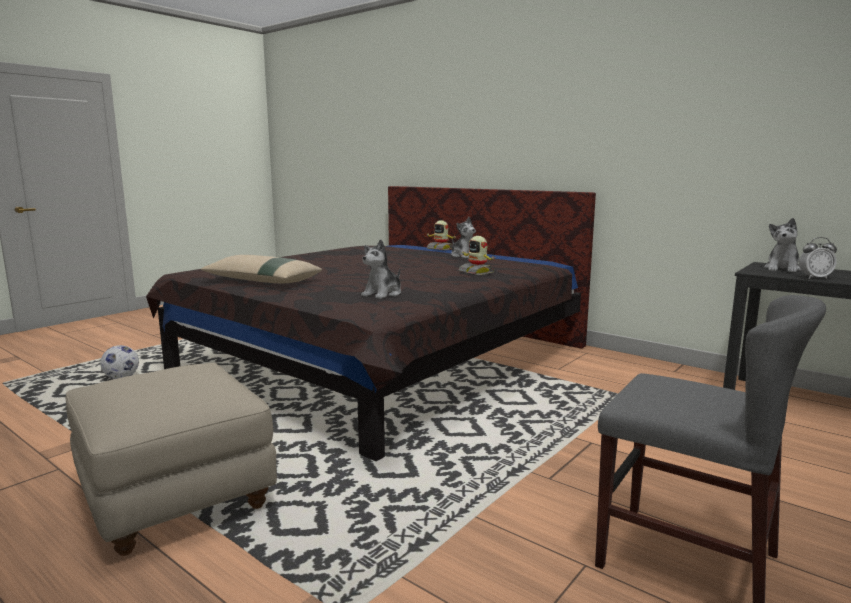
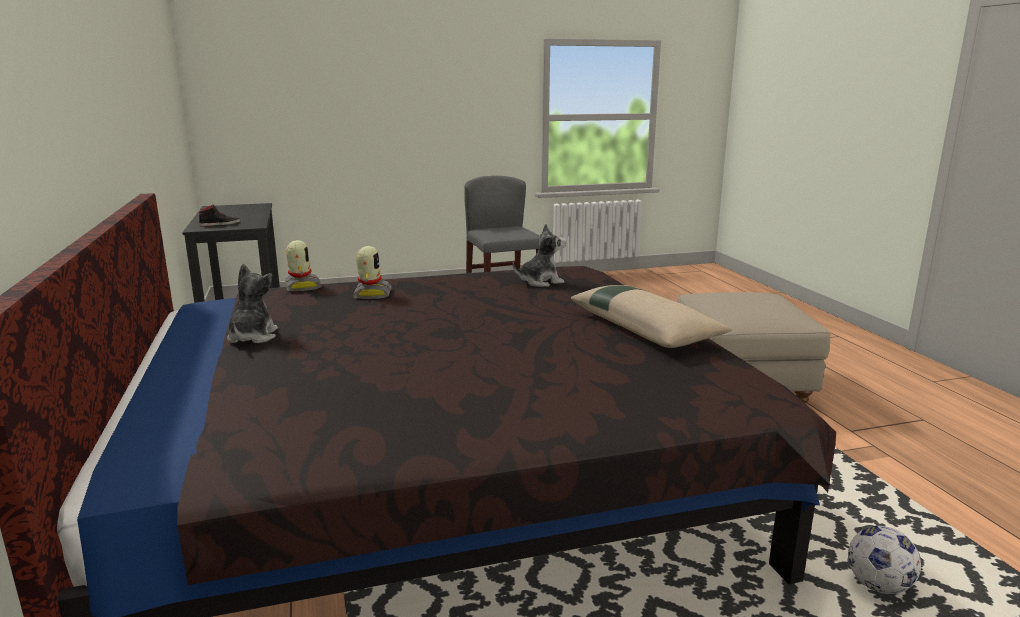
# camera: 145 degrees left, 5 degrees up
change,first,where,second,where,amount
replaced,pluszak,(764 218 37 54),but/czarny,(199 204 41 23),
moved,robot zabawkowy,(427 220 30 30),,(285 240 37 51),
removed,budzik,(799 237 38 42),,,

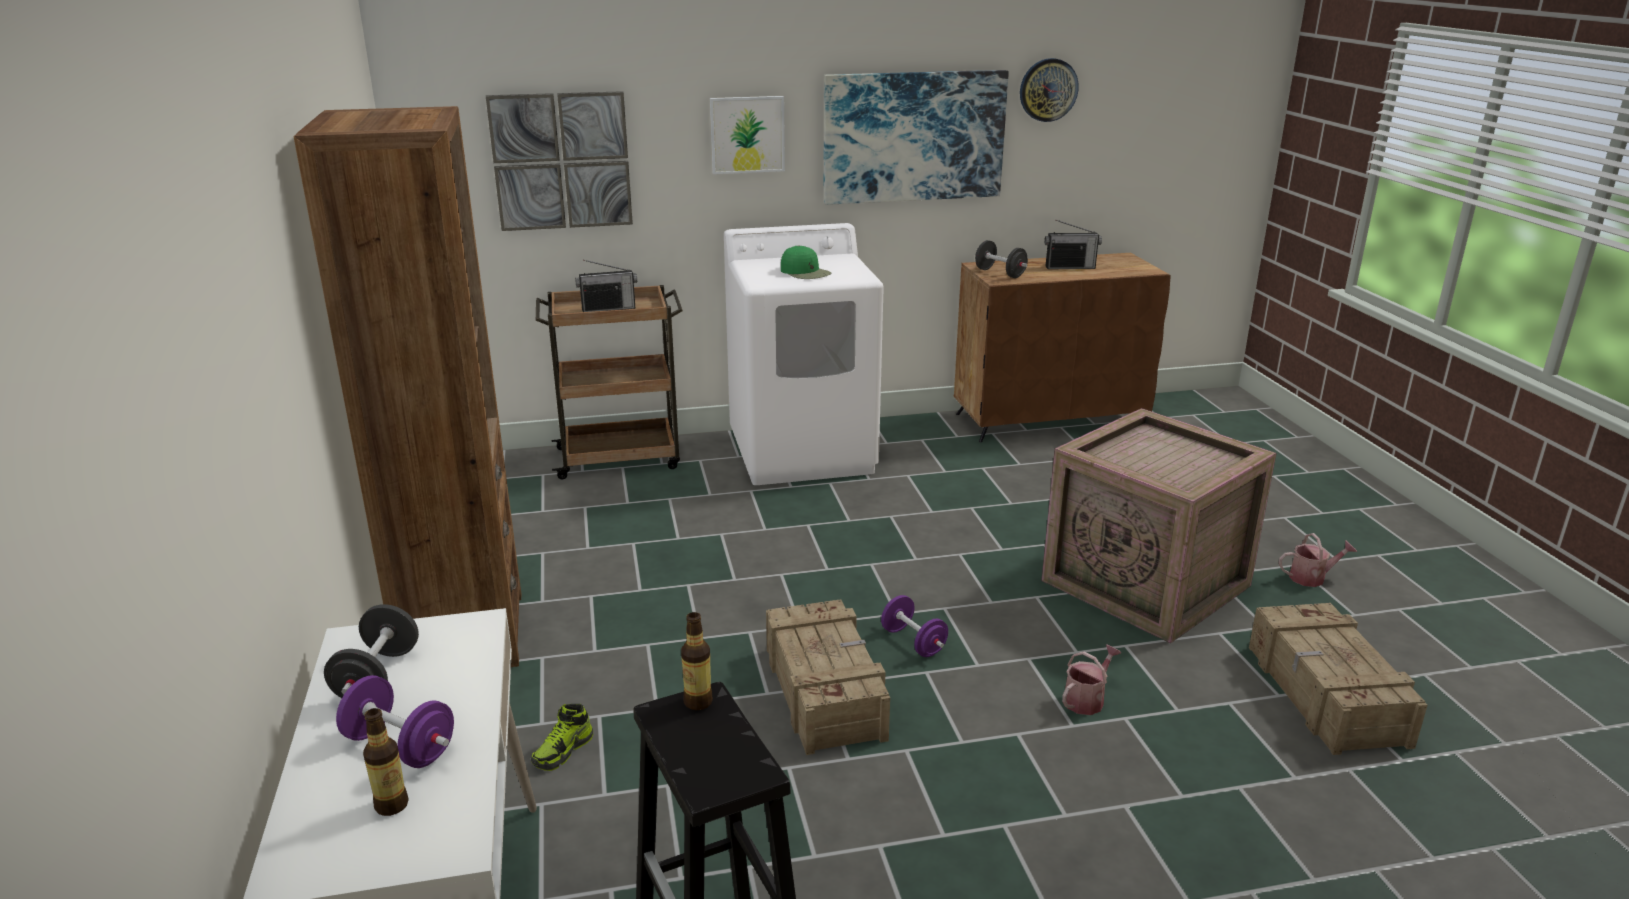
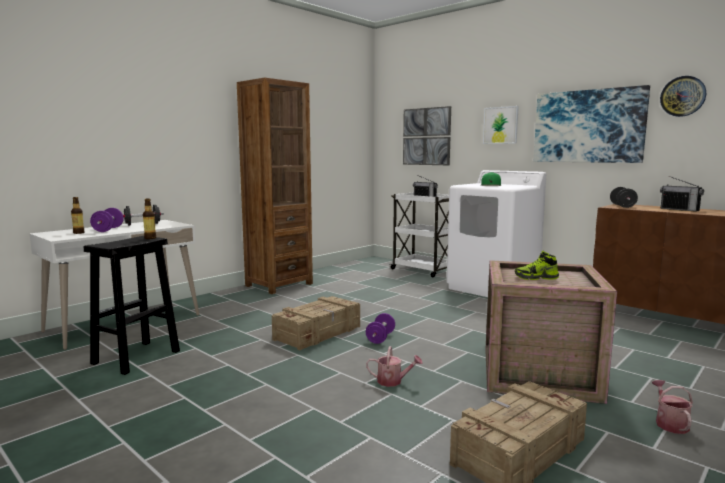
# camera: 55 degrees right, 15 degrees down
change,first,where,second,where,amount
recoloured,wózek/brązowy,(536 285 147 195),wózek/biały,(390 192 59 85),
turned,konewka,(1279 533 78 54),,(652 380 41 54),135 degrees counterclockwise
moved,but,(531 704 62 67),,(515 251 44 29),

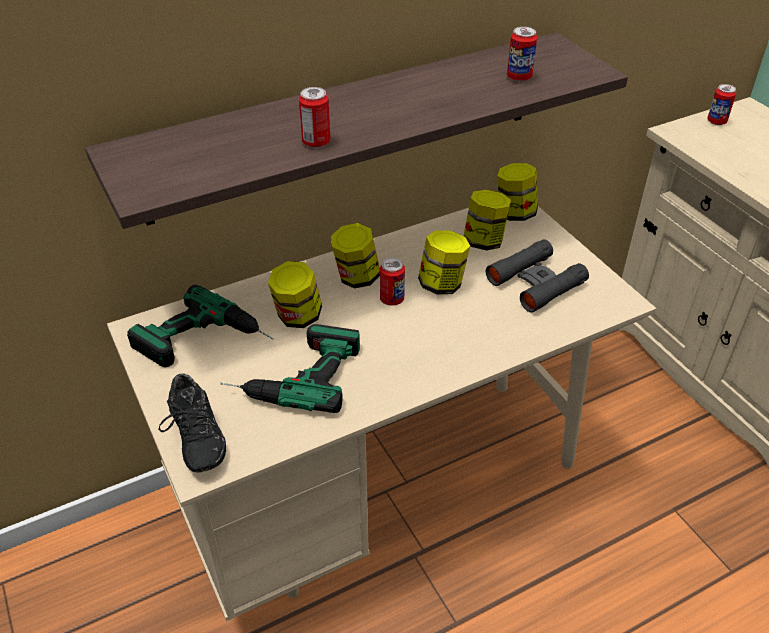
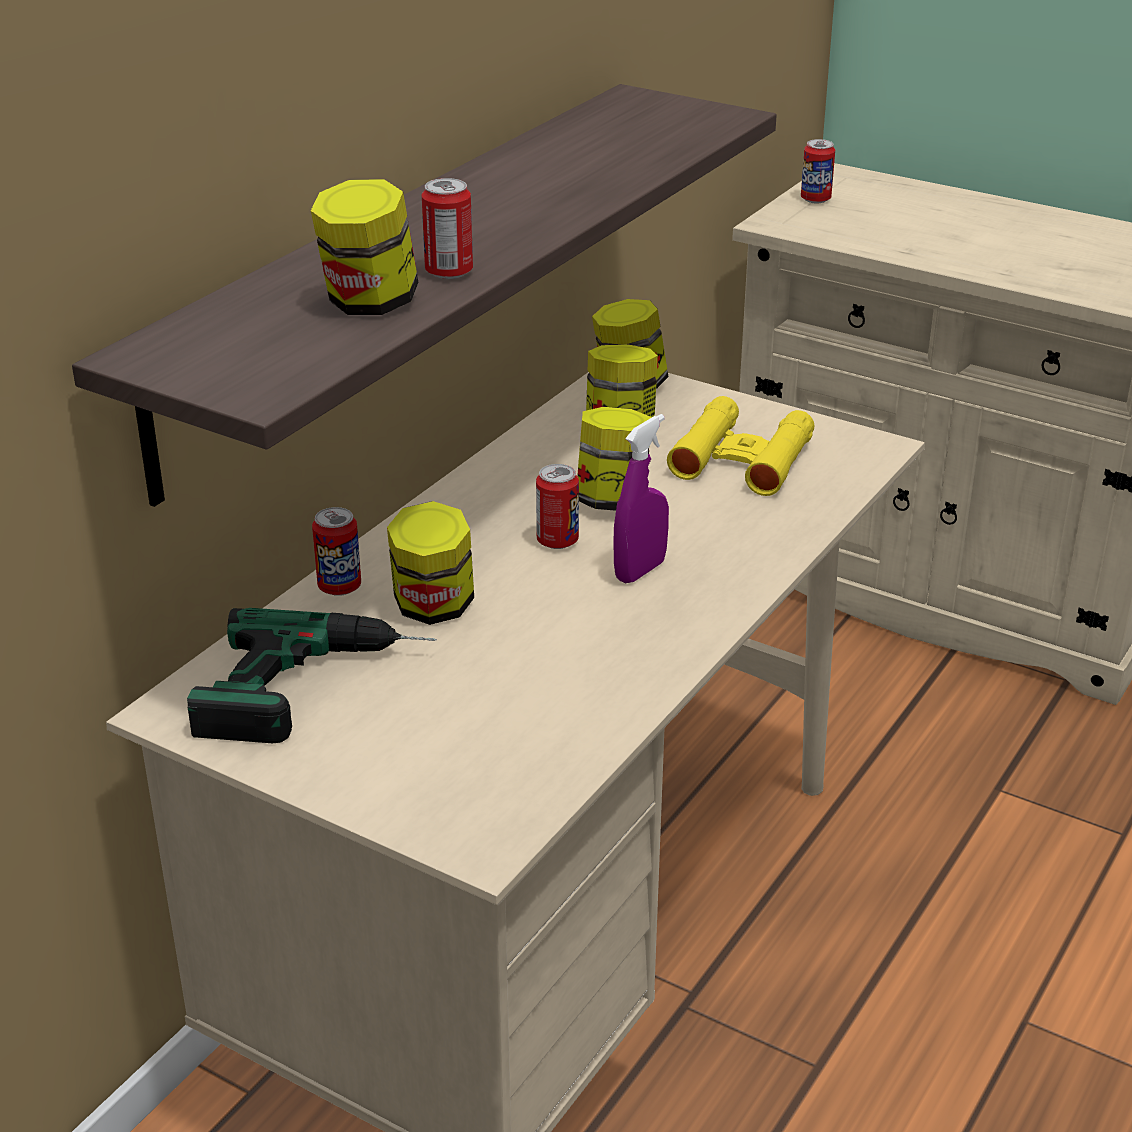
# camera: 30 degrees left, 10 degrees down
change,first,where,second,where,amount
moved,puszka,(507 27 30 55),,(312 507 49 89),
moved,słoik,(331 223 49 65),,(311 179 107 136),
recoloured,lornetka/czarny,(486 239 103 74),lornetka/żółty,(667 396 147 100),
removed,wiertarka,(220 324 140 89),,,
removed,but/czarny,(158 373 68 100),,,
added,,,spryskiwacz/fioletowy,(613 414 56 169),

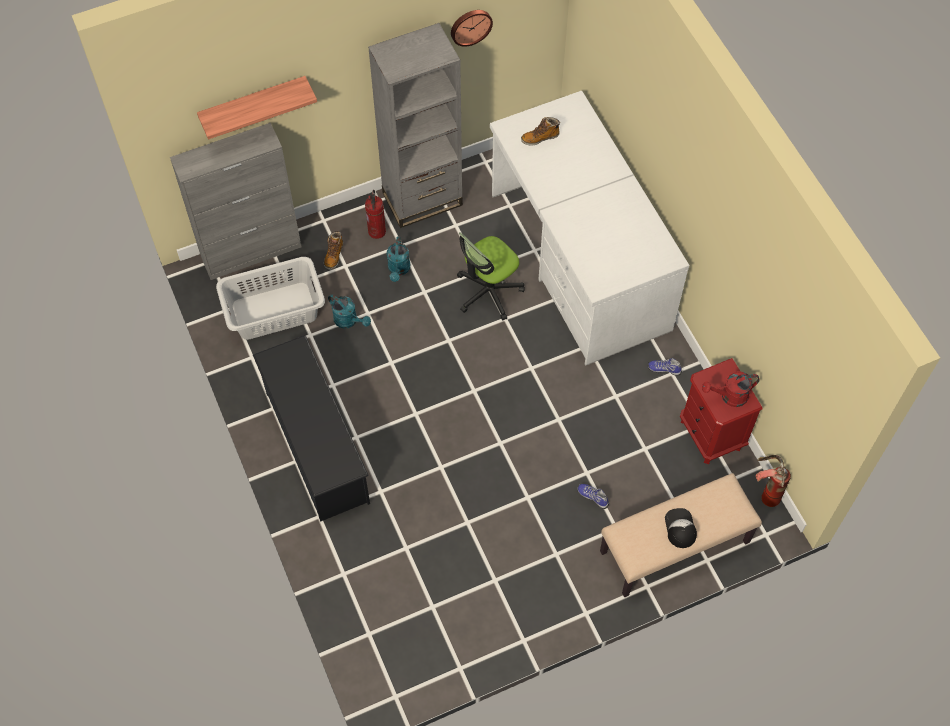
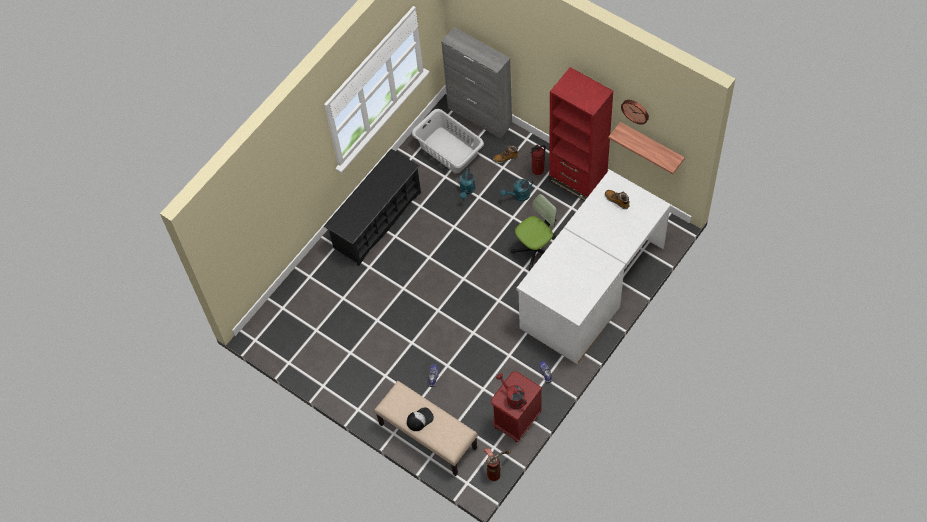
# camera: 65 degrees right, 0 degrees up
change,first,where,second,where,amount
recoloured,regał/szary,(368 23 95 205),regał/czerwony,(549 67 65 134),
moved,półka,(197 76 120 63),,(608 122 77 52),
turned,krzesło biurowe,(457 233 68 87),,(511 194 46 76),120 degrees clockwise

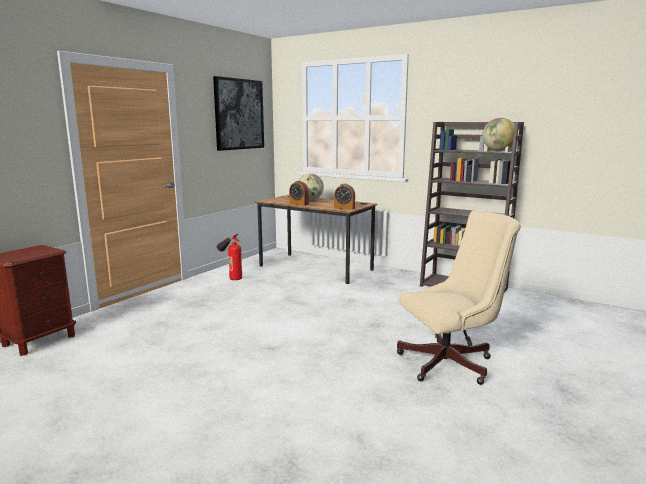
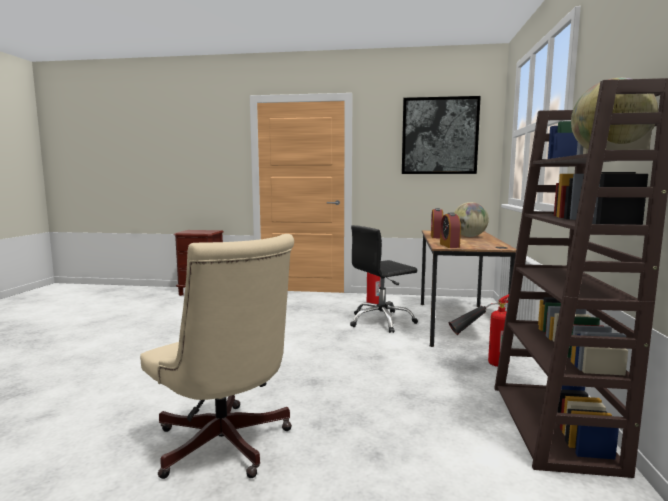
# camera: 65 degrees right, 5 degrees down
change,first,where,second,where,amount
added,,,krzesło biurowe/czarny,(350 225 68 108),
added,,,gaśnica,(448 294 61 73),

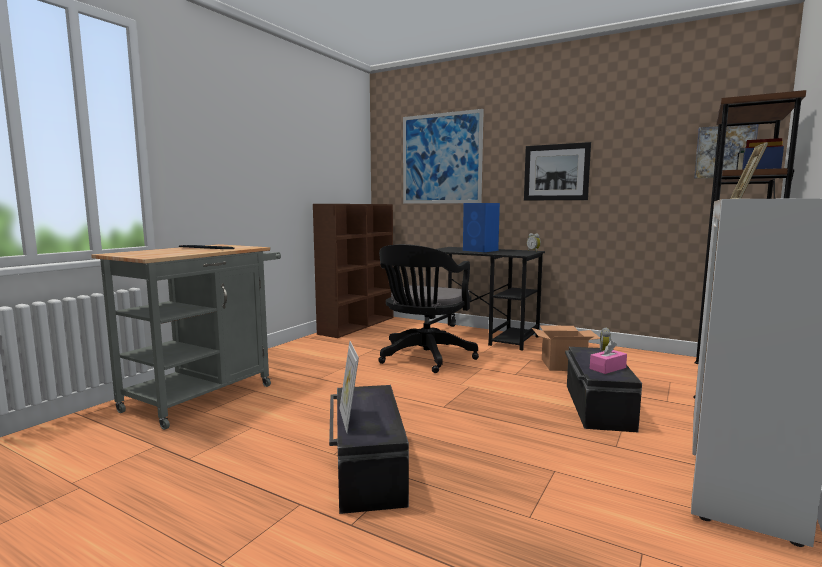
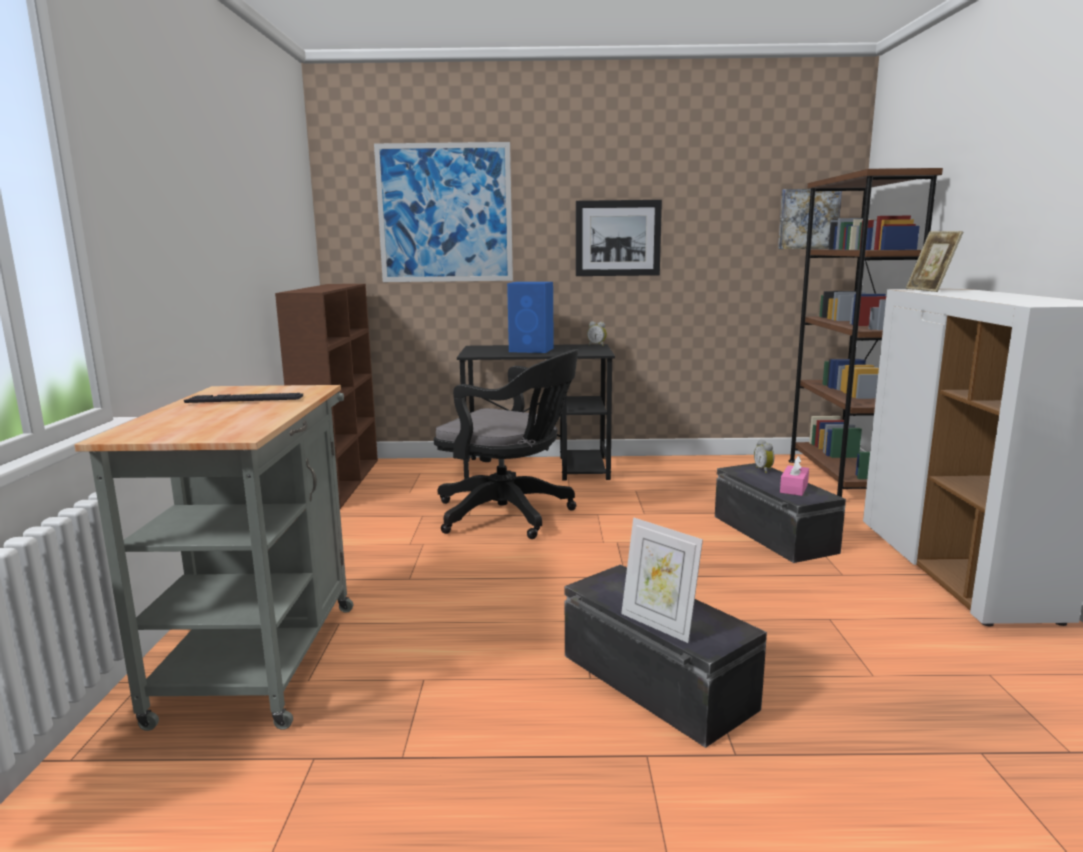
# camera: 30 degrees left, 5 degrees up
change,first,where,second,where,amount
turned,krzesło biurowe/czarny,(378 244 101 129),,(434 349 144 190),60 degrees counterclockwise
removed,karton,(532 325 68 46),,,

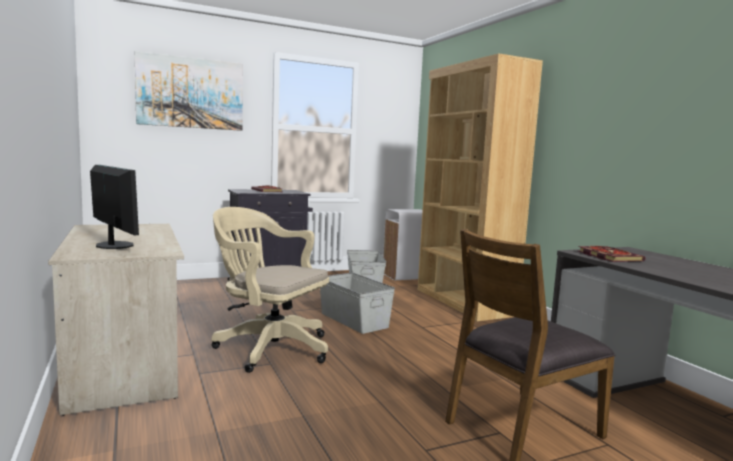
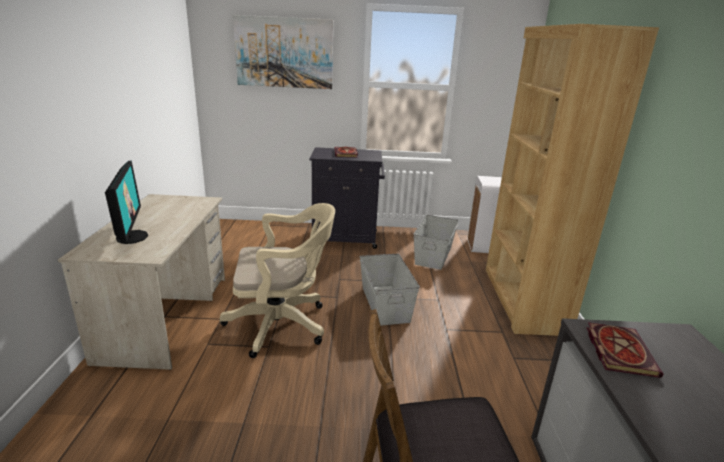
# camera: 25 degrees right, 15 degrees up
change,first,where,second,where,amount
turned,krzesło biurowe/beżowy,(212 207 117 166),,(220 203 115 155),120 degrees clockwise

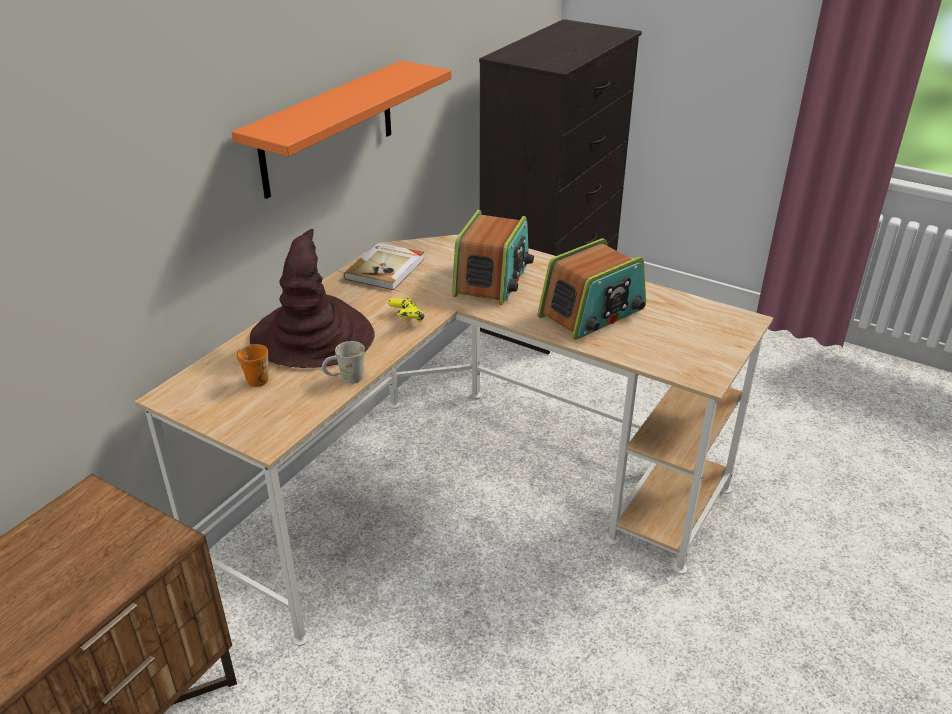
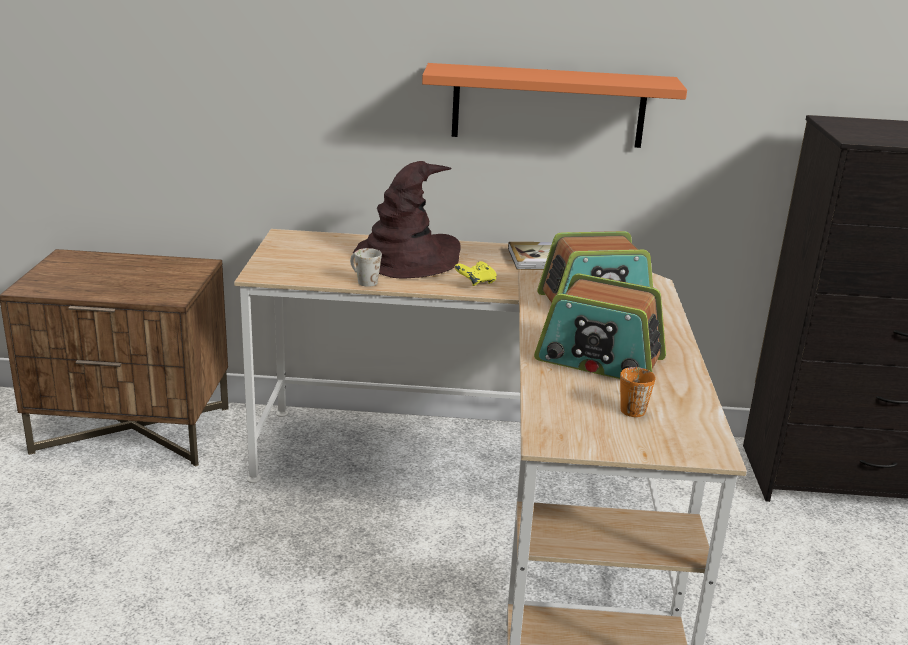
# camera: 60 degrees right, 10 degrees down
change,first,where,second,where,amount
moved,kubek/pomarańczowy,(237 344 31 43),,(620 367 36 50),

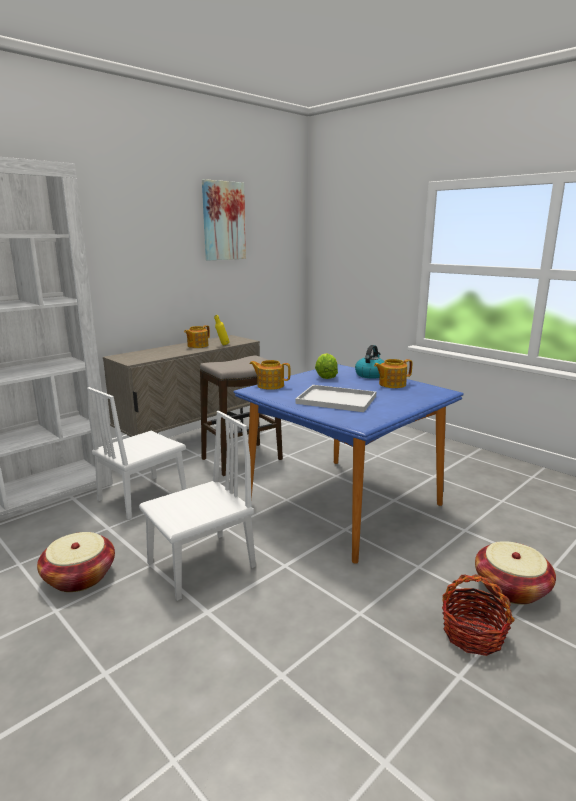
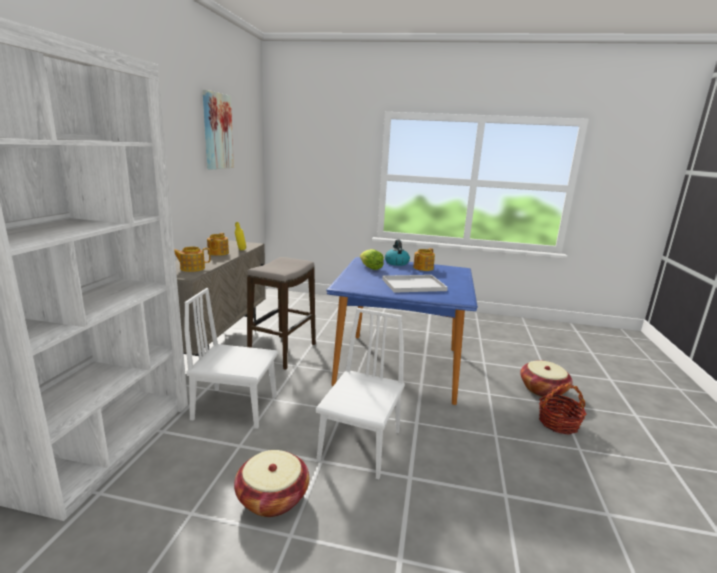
# camera: 35 degrees left, 0 degrees up
change,first,where,second,where,amount
moved,imbryk,(250 360 40 30),,(174 247 37 25),
turned,krzesło/biały,(87 387 100 133),,(184 288 94 141),90 degrees clockwise

